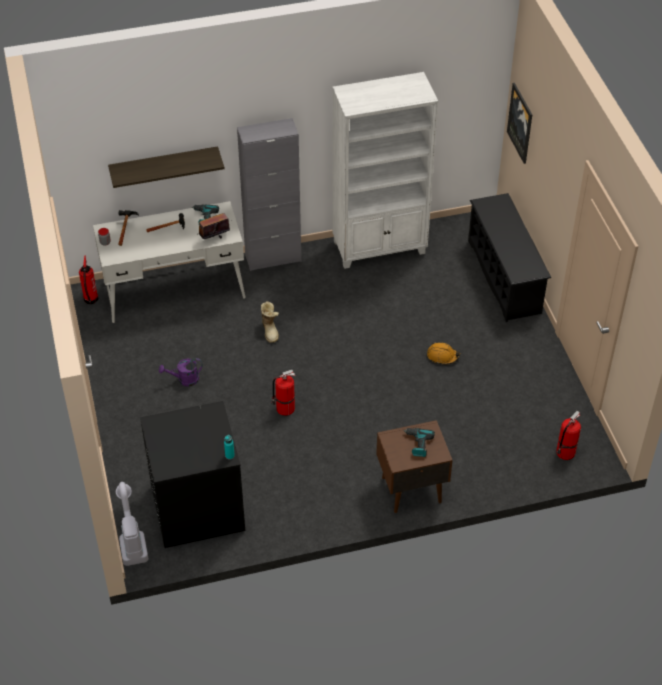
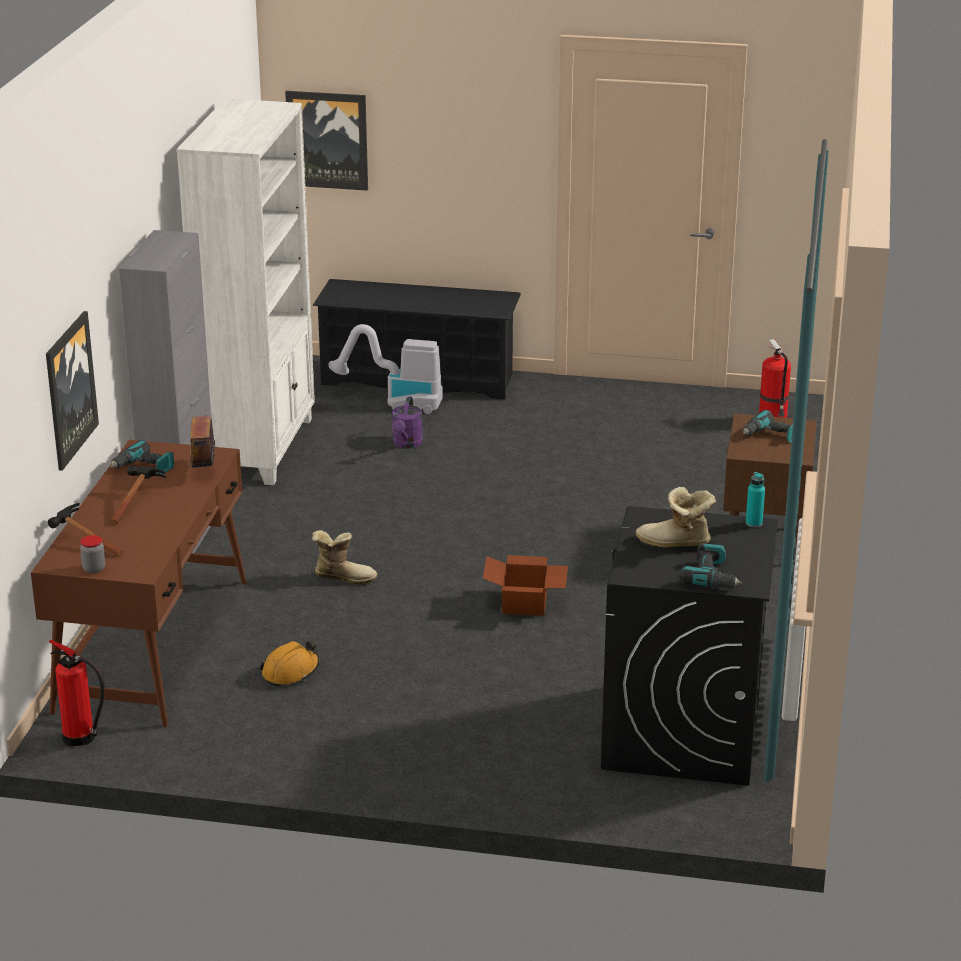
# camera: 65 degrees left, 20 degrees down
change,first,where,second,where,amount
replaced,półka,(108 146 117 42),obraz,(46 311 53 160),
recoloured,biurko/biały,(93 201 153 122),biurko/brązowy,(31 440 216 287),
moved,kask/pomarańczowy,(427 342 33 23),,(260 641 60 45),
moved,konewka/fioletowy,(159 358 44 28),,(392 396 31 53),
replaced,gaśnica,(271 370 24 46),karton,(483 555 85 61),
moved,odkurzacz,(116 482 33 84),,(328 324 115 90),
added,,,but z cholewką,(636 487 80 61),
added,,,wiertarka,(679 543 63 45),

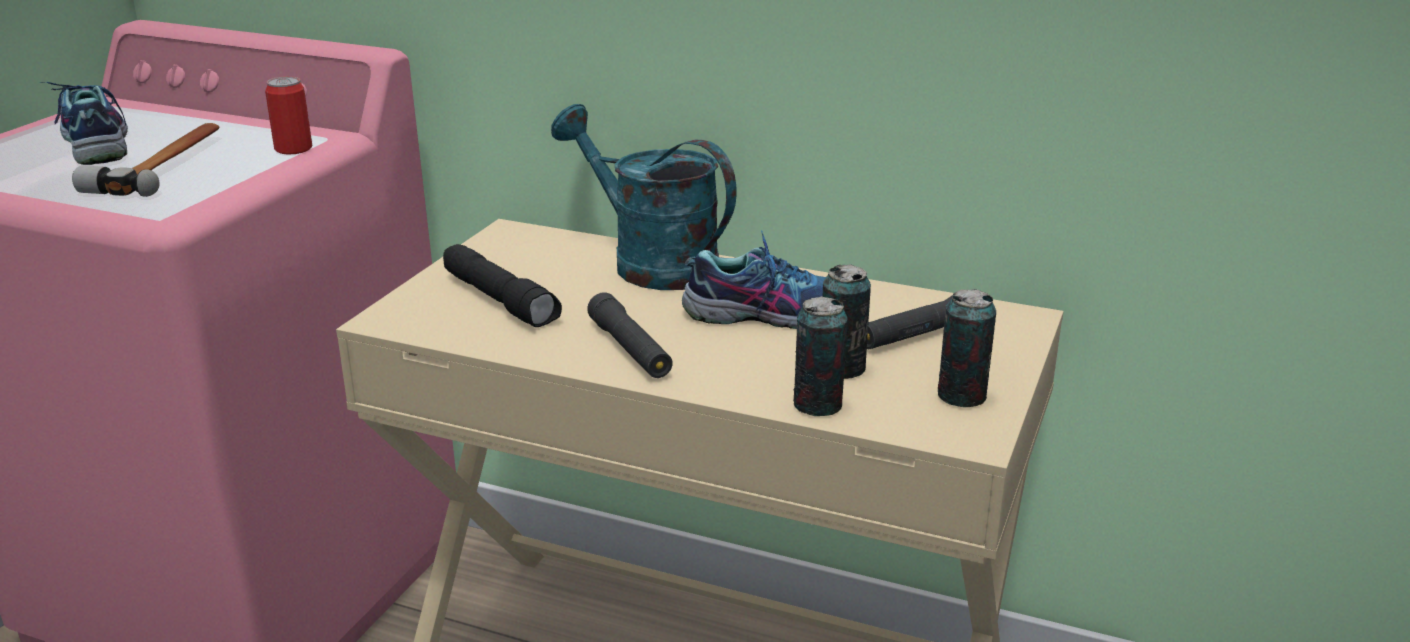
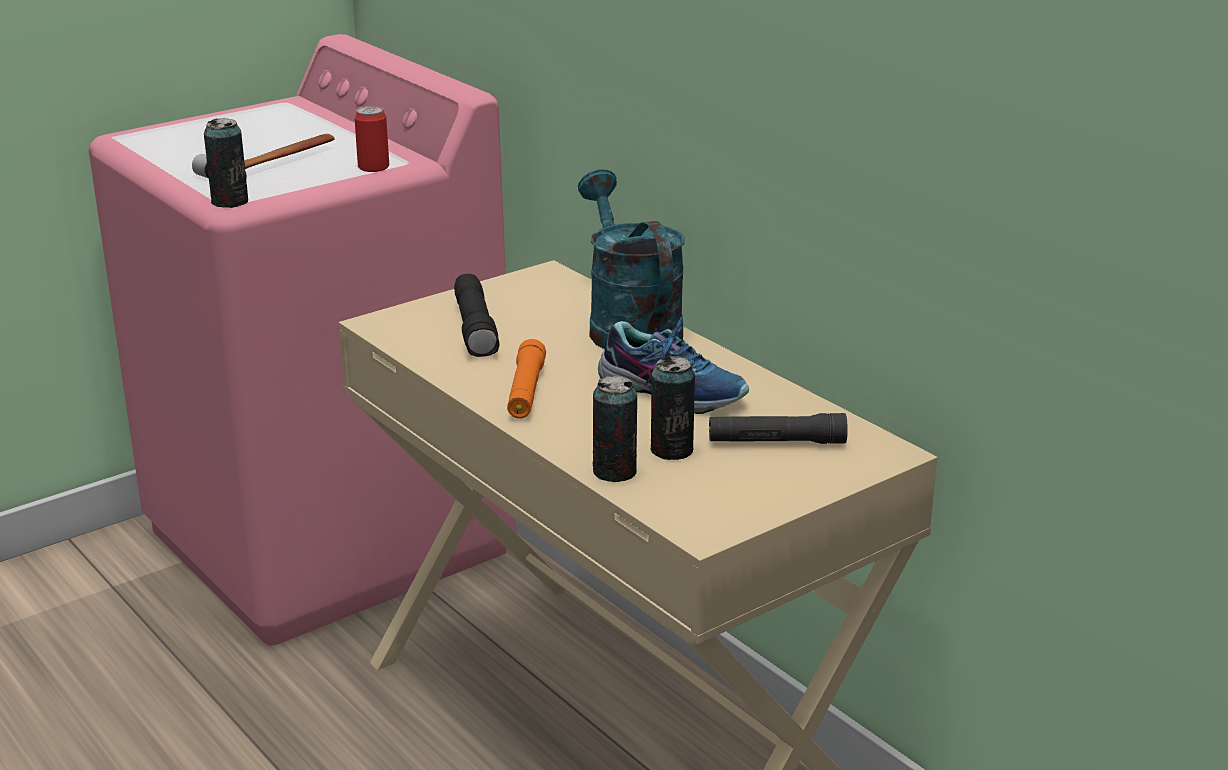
# camera: 30 degrees right, 0 degrees up
change,first,where,second,where,amount
removed,but,(41 82 87 83),,,
moved,puszka,(938 289 58 118),,(204 118 44 90),
recoloured,latarka/czarny,(587 292 86 86),latarka/pomarańczowy,(507 339 39 80),

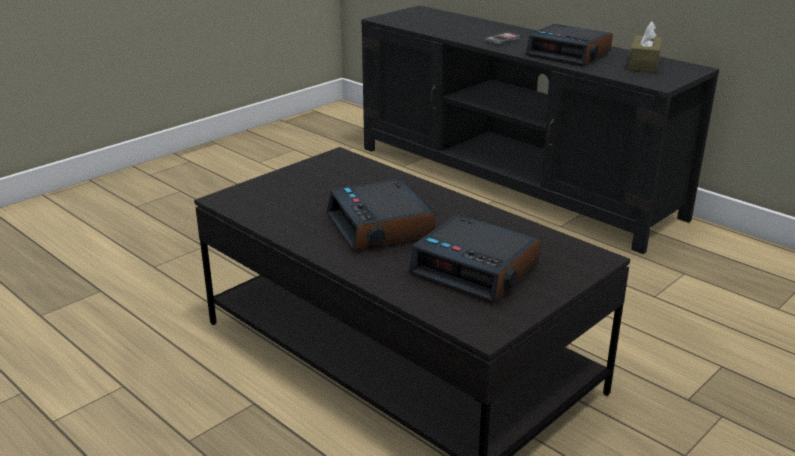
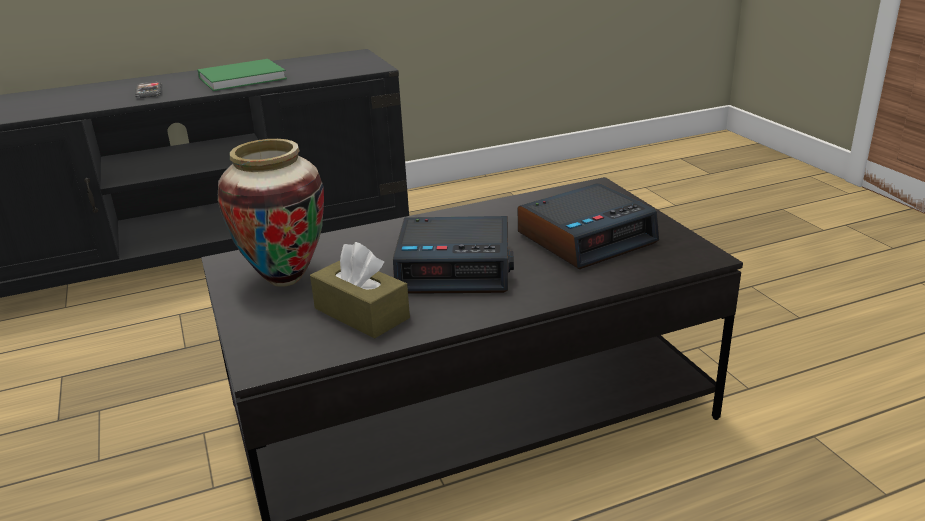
# camera: 65 degrees left, 0 degrees up
change,first,where,second,where,amount
moved,pudełko chusteczek/brązowy,(628 21 34 51),,(310 242 100 97),
replaced,budzik,(526 24 87 42),książka/zielony,(197 59 90 32),
added,,,wazon,(218 139 106 148),

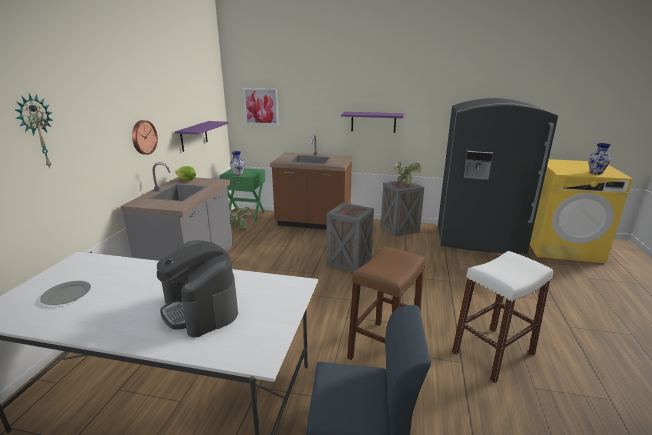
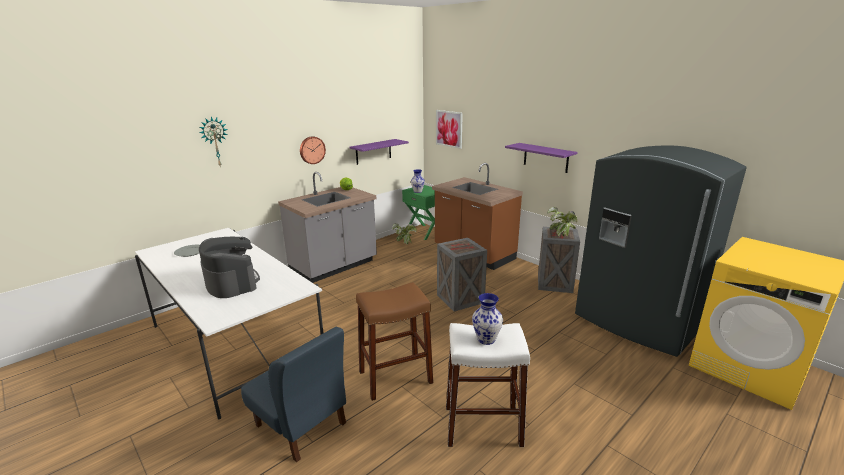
# camera: 35 degrees right, 0 degrees up
change,first,where,second,where,amount
moved,wazon,(589 143 22 31),,(472 293 31 52),
turned,ekspres do kawy,(157 240 81 97),,(199 237 61 61),150 degrees clockwise

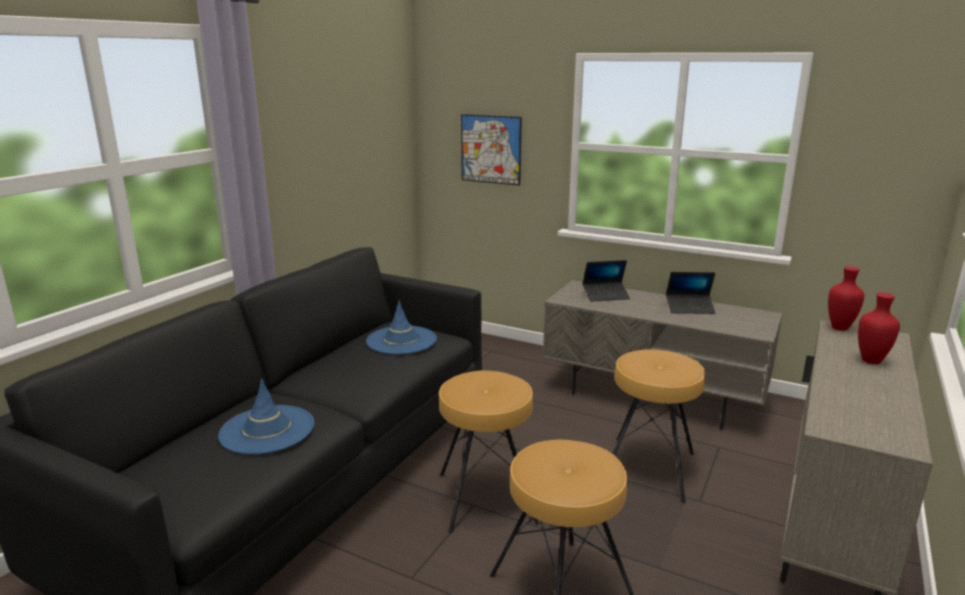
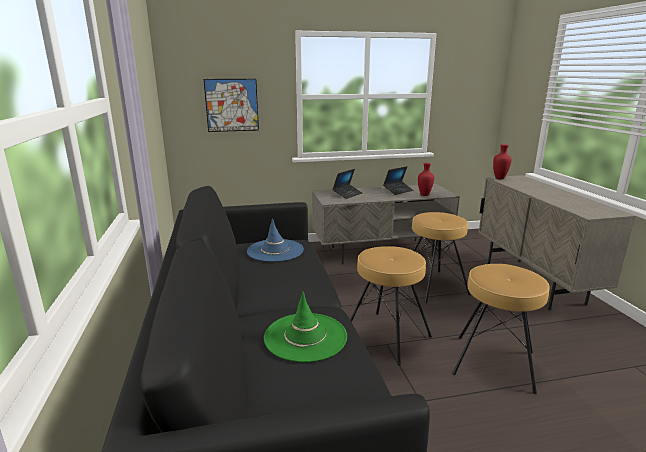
# camera: 40 degrees left, 0 degrees up
change,first,where,second,where,amount
moved,wazon/czerwony,(858 293 42 71),,(418 163 16 33),
recoloured,kapelusz/niebieski,(218 378 96 77),kapelusz/zielony,(264 292 83 71),

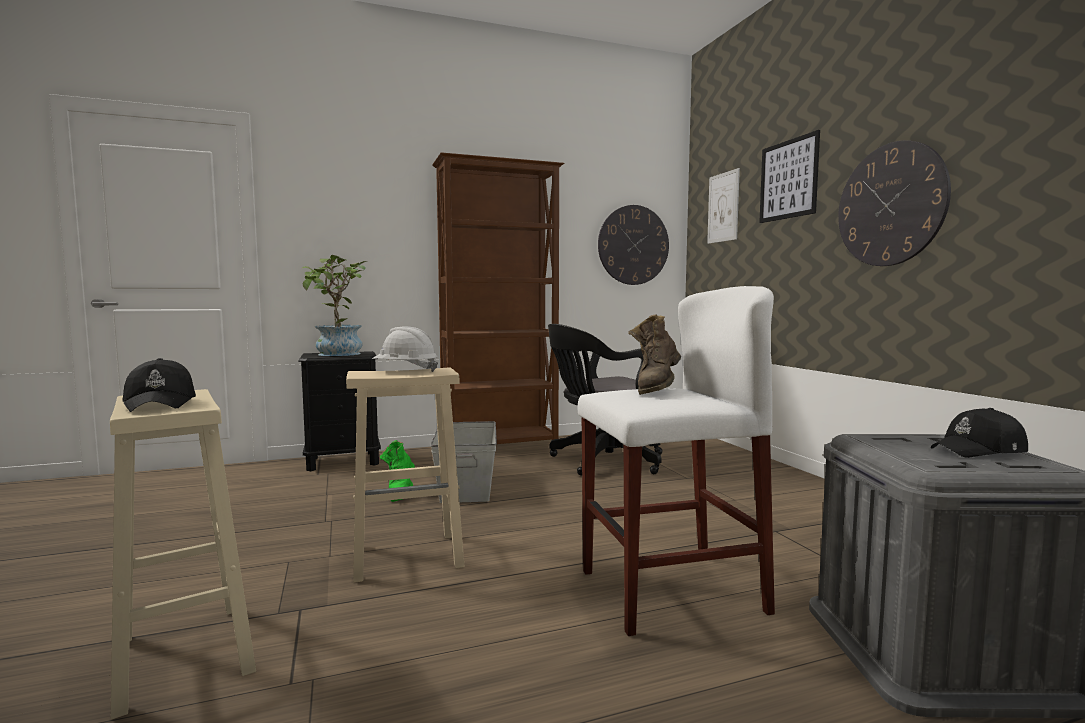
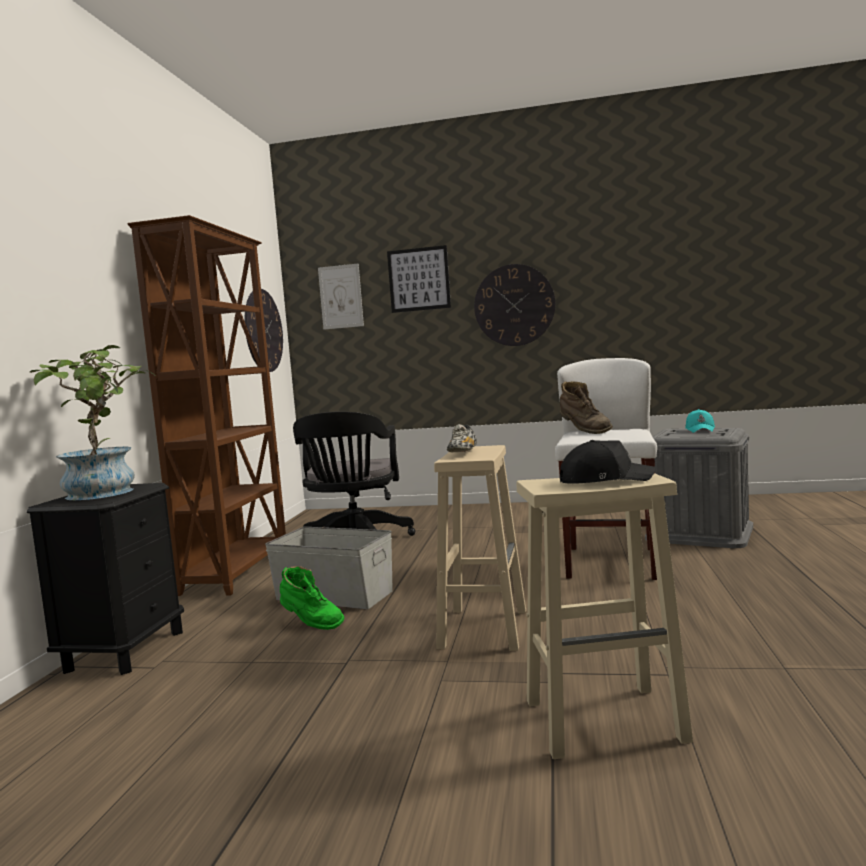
# camera: 60 degrees left, 0 degrees up
change,first,where,second,where,amount
replaced,kask/biały,(372 326 66 46),but,(447 424 30 28),
recoloured,czapka z daszkiem/czarny,(931 408 97 50),czapka z daszkiem/turkusowy,(685 409 30 24),

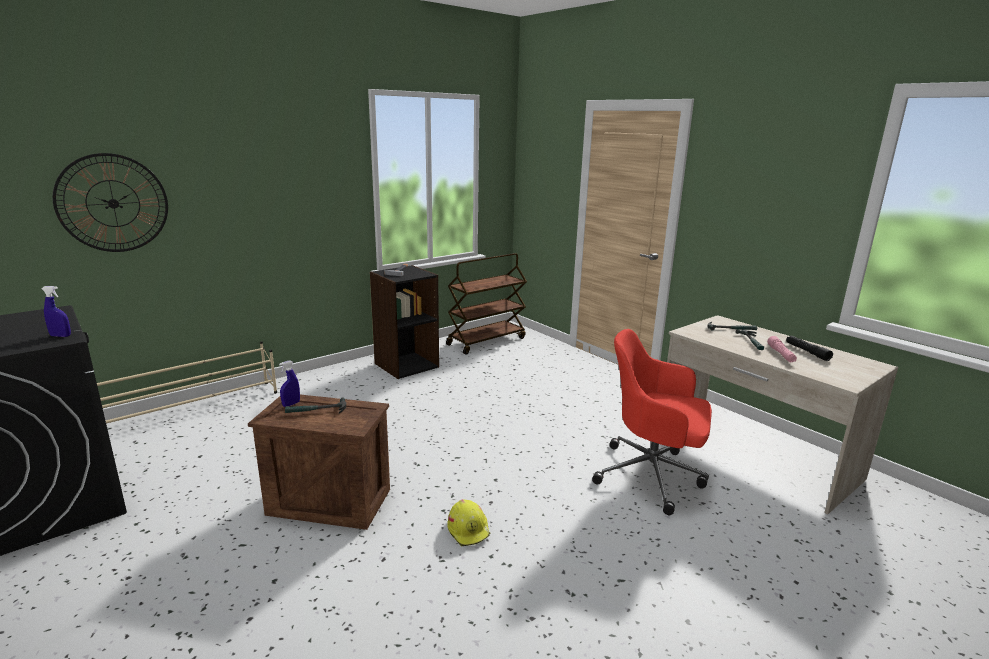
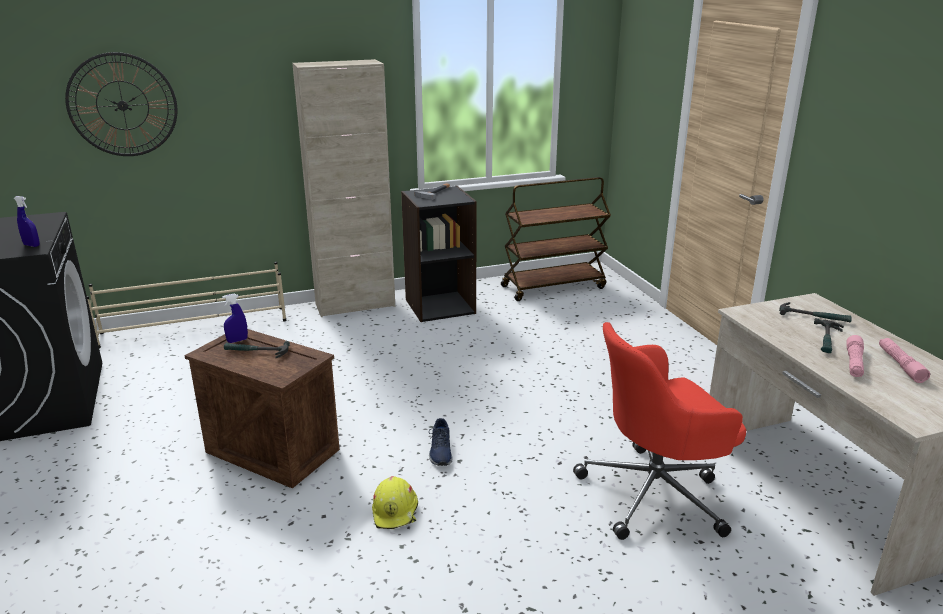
# camera: 20 degrees right, 5 degrees up
change,first,where,second,where,amount
turned,krzesło biurowe/czerwony,(592 329 120 186),,(573 322 173 218),60 degrees counterclockwise
recoloured,latarka/czarny,(786 336 47 25),latarka/różowy,(879 338 51 45),
added,,,szafka/beżowy,(292 59 103 258),
added,,,but/niebieski,(429 418 23 48),

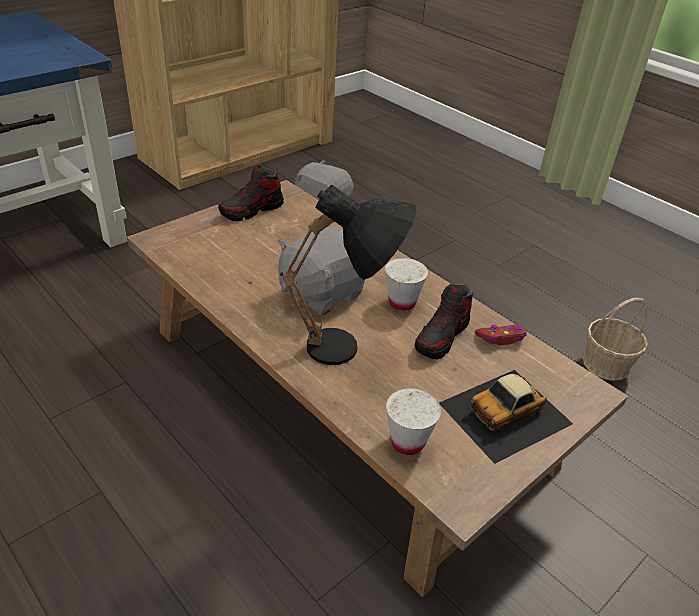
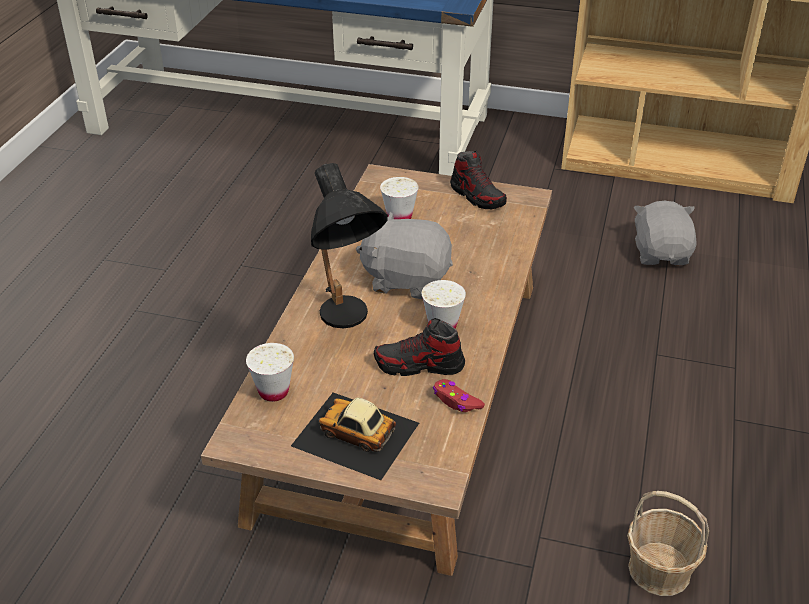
# camera: 60 degrees right, 0 degrees up
change,first,where,second,where,amount
turned,but,(218 166 66 55),,(450 151 57 58),150 degrees counterclockwise
added,,,filiżanka/biały,(380 177 39 42),

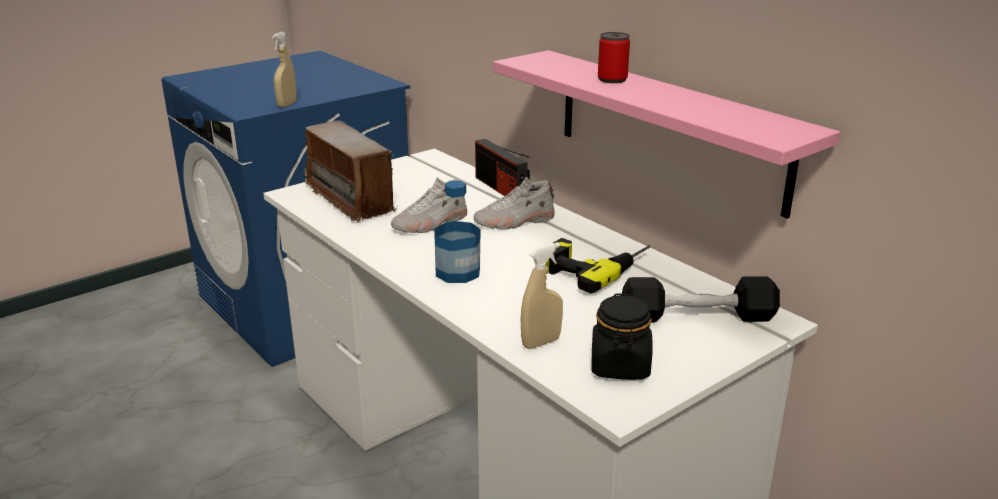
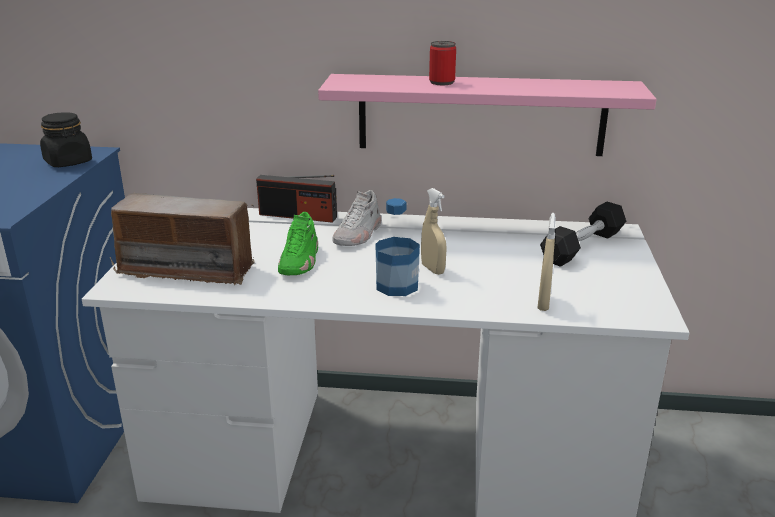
# camera: 45 degrees left, 0 degrees up
change,first,where,second,where,amount
moved,spryskiwacz/beżowy,(272 32 25 75),,(421 188 26 87),
recoloured,but/biały,(391 178 76 55),but/zielony,(278 212 40 63),
removed,wiertarka,(546 238 104 56),,,
moved,słoik/czarny,(591 293 62 87),,(40 112 52 55),

